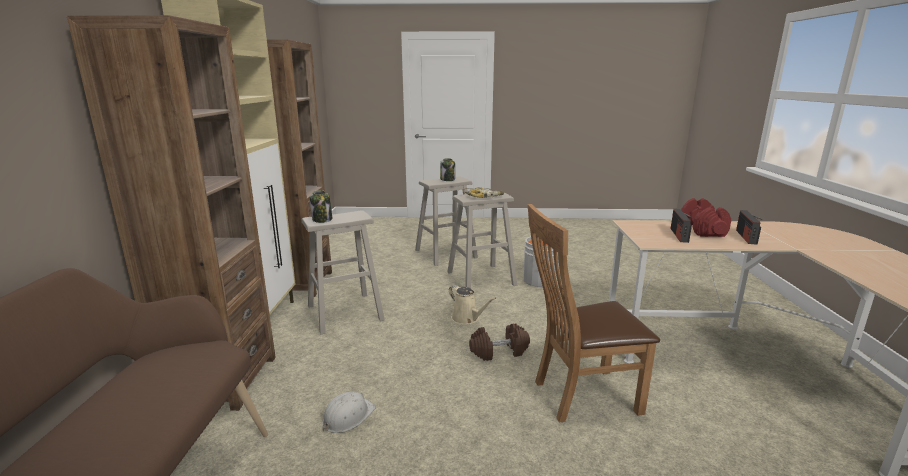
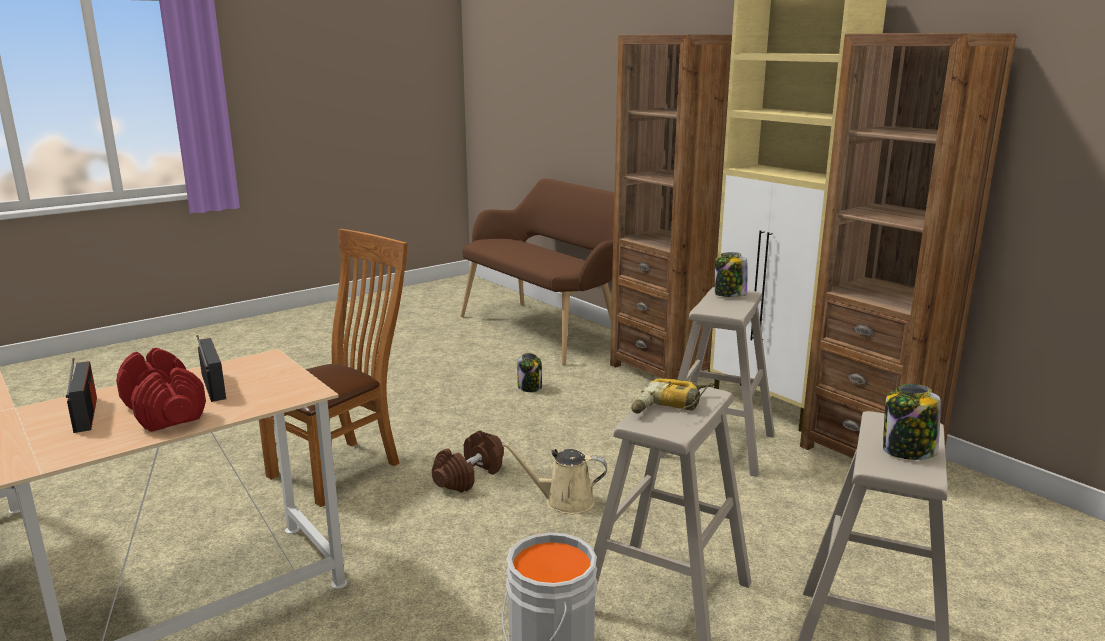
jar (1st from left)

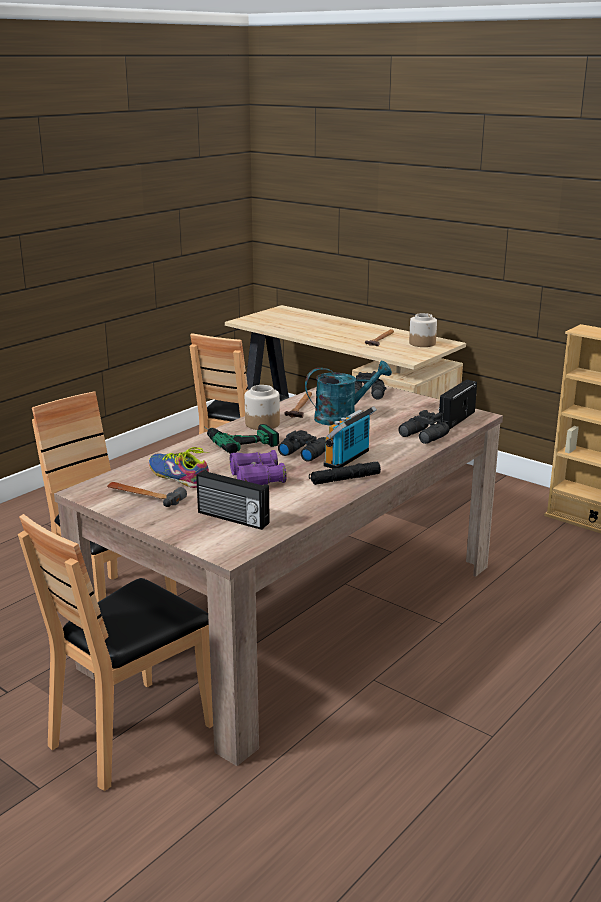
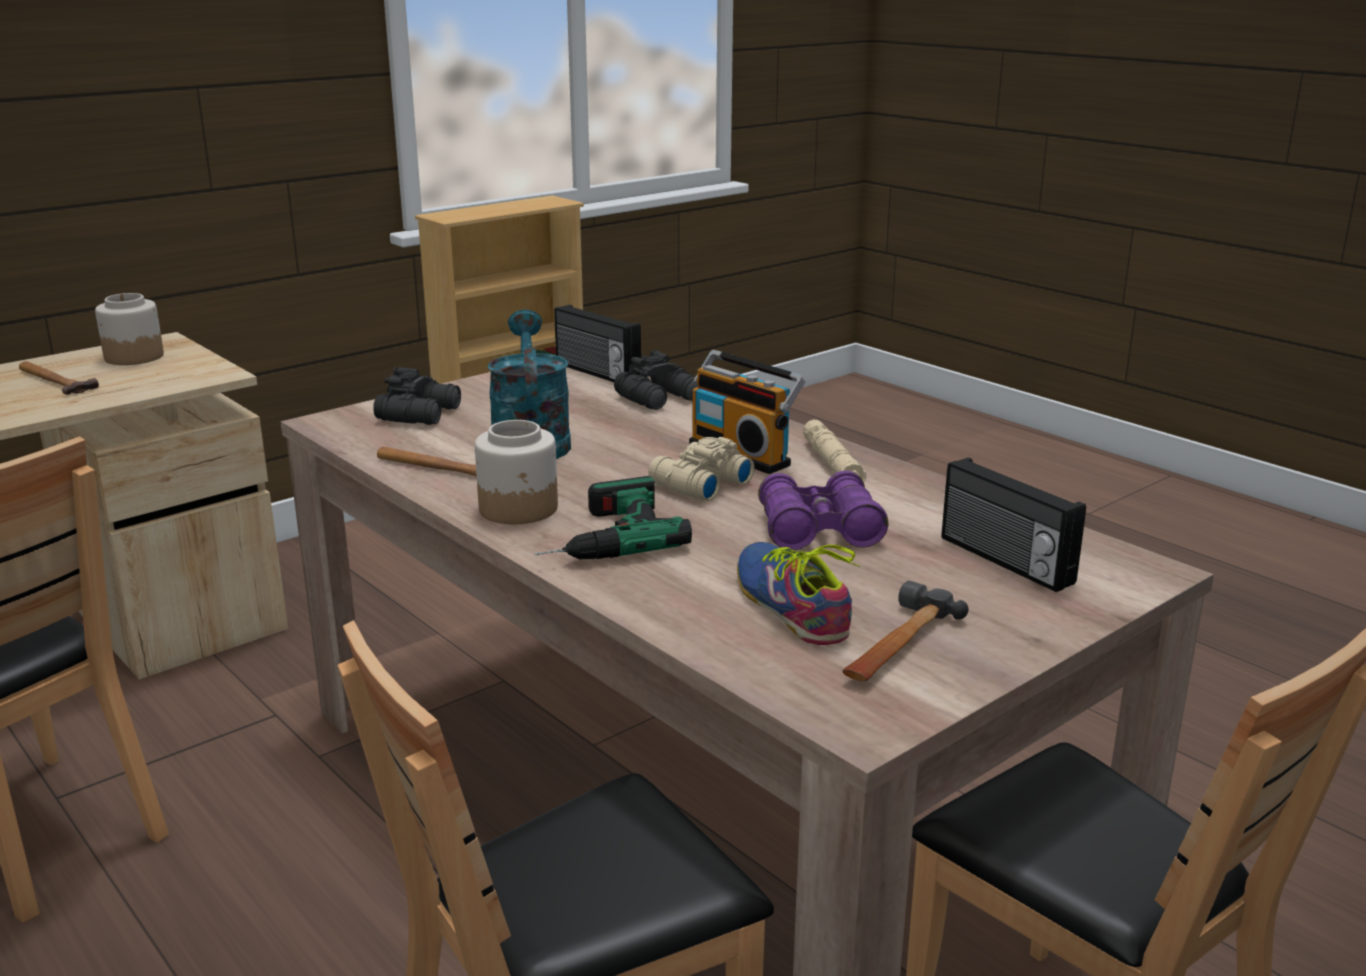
pair of binoculars in beige-coloured; torch in beige-coloured; shoe; radio set (3rd from left)

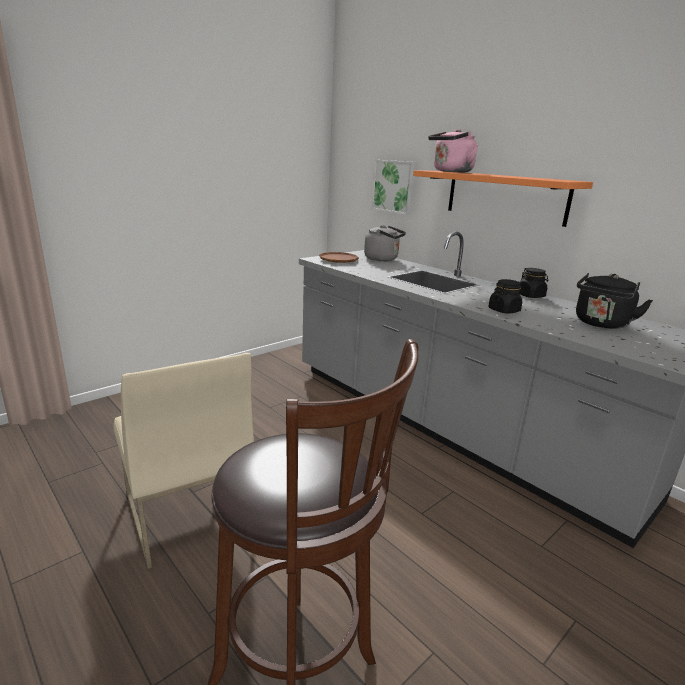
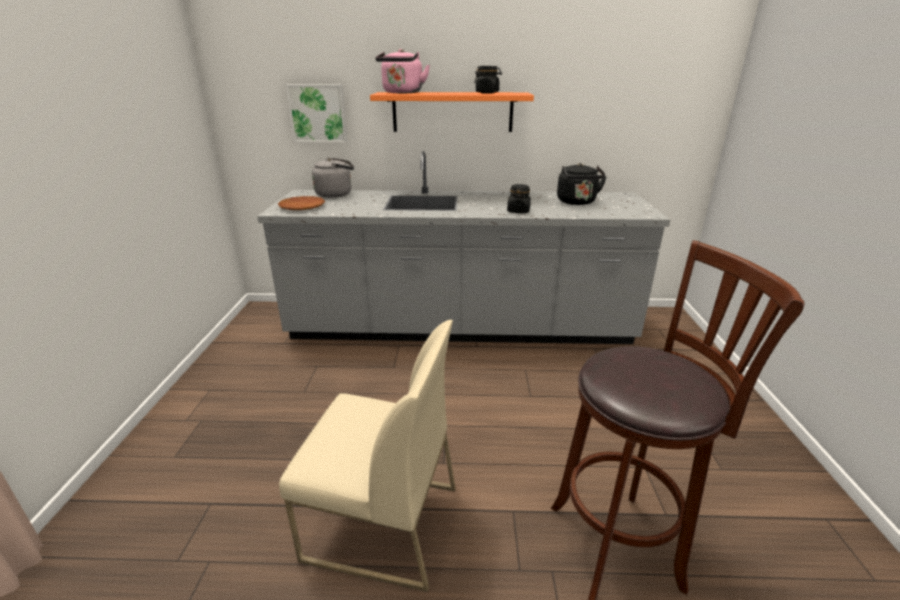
jar in black (1st from left)

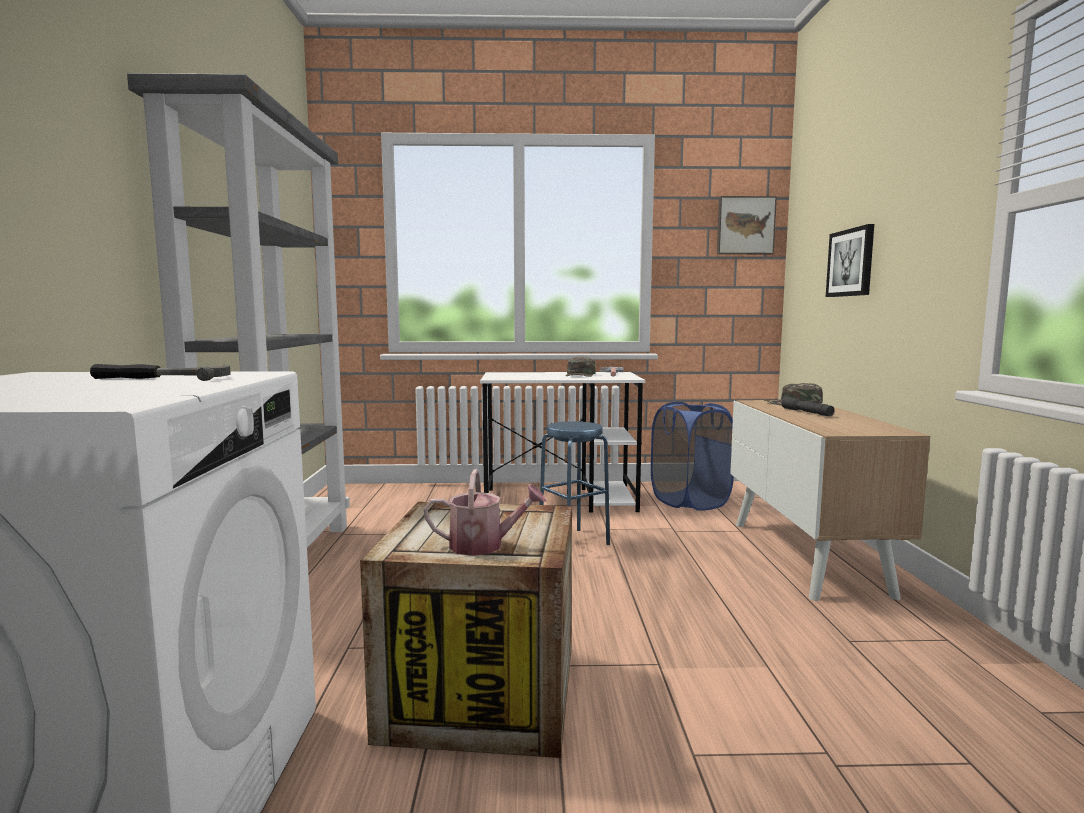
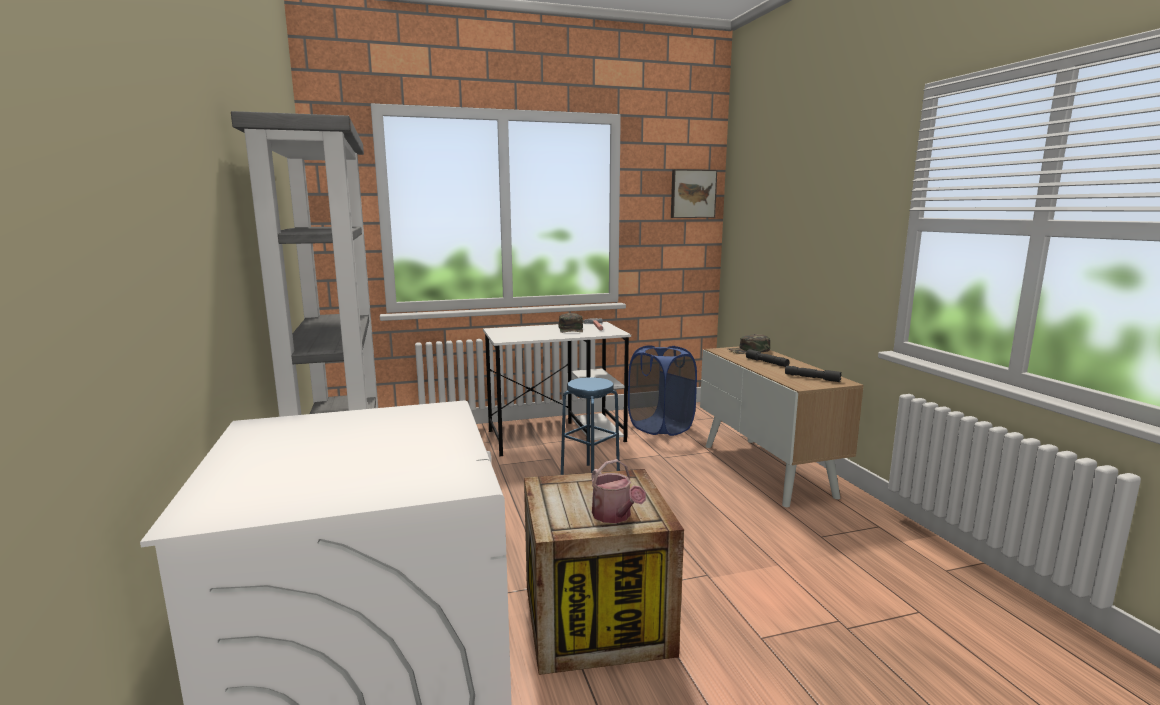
hammer (1st from left in the first image); picture (2nd from left in the first image); torch in grey (2nd from left); sprinkling can

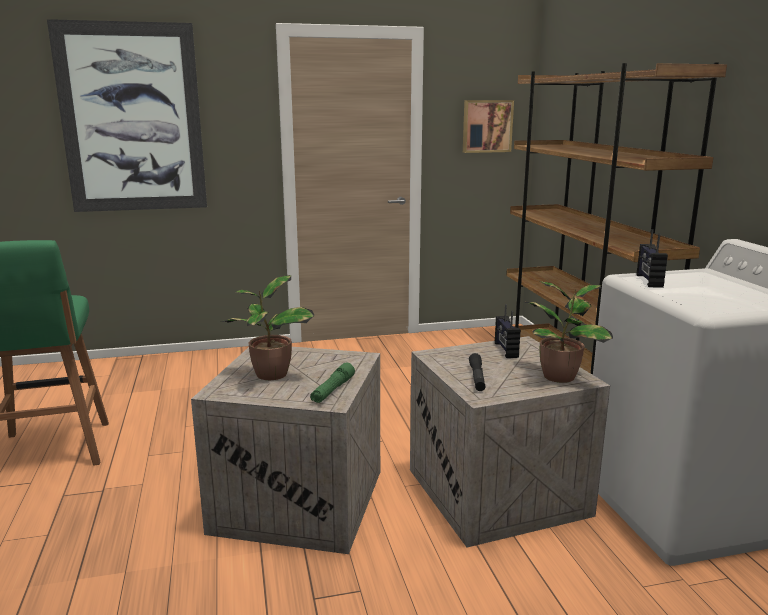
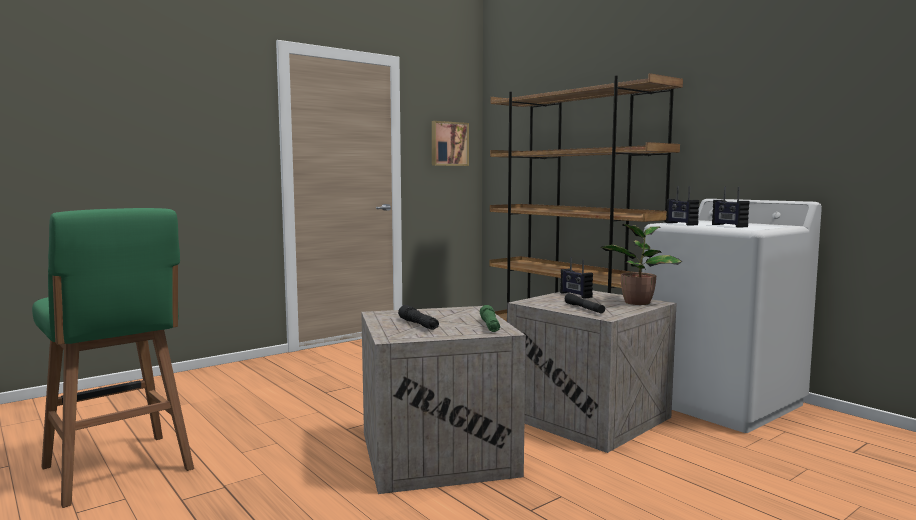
picture (1st from left in the first image); radio set (3rd from left); torch in black (1st from left)

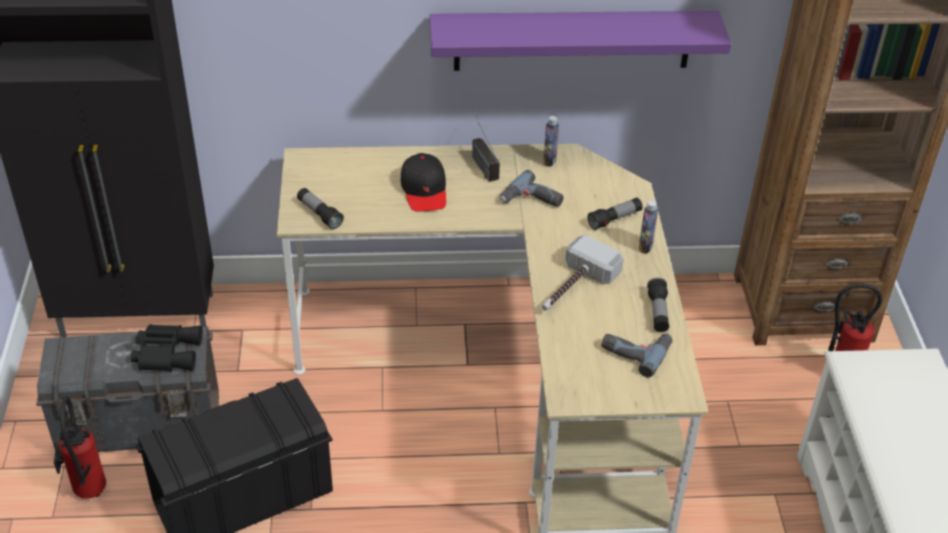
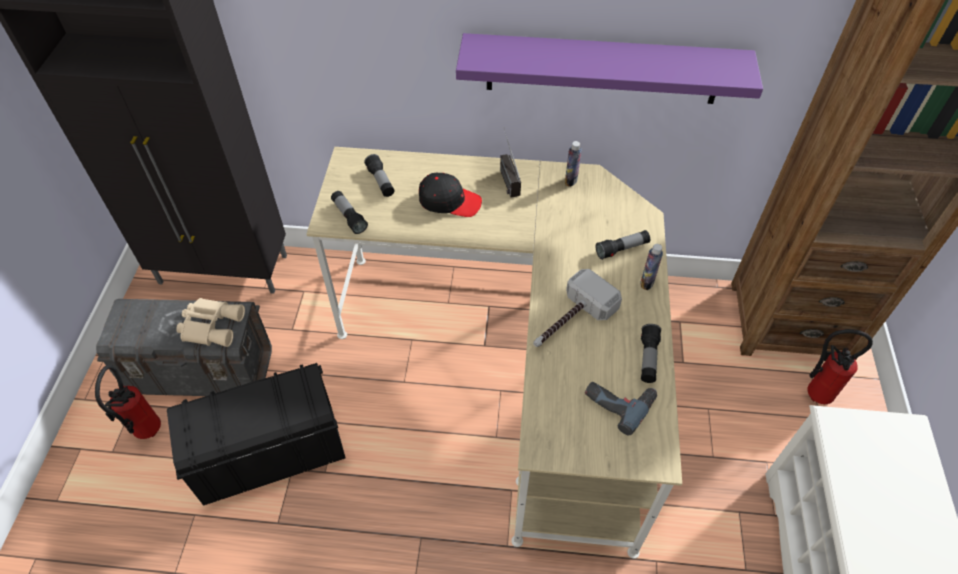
electric drill (1st from left in the first image); torch (2nd from left); pair of binoculars in beige-coloured; cap in black

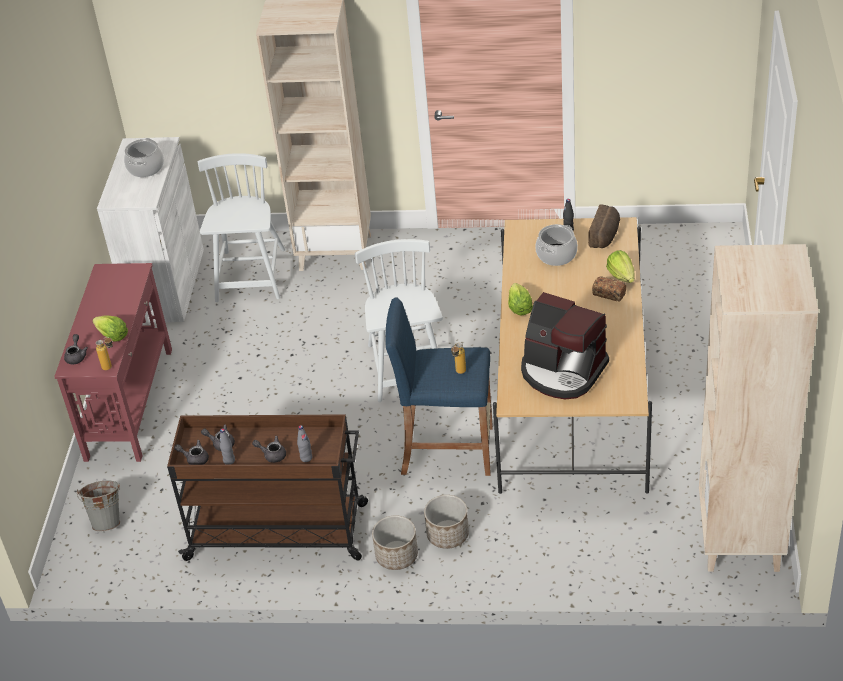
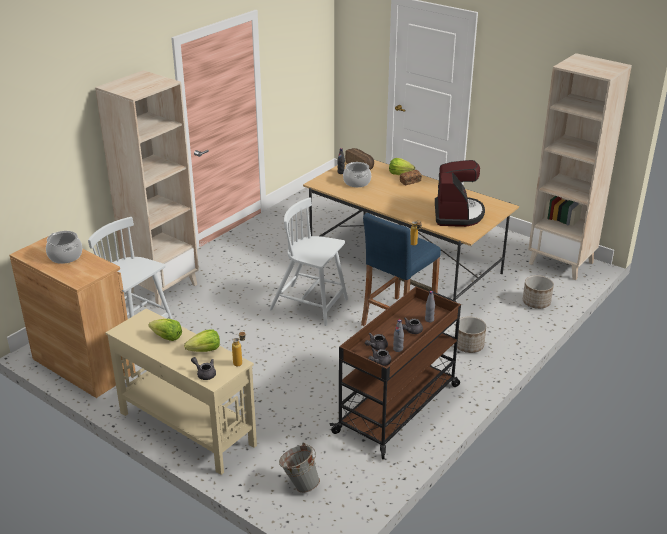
flower pot (2nd from left); lettuce head (1st from left); console table in beige-coloured; storage cabinet in brown; coffee machine

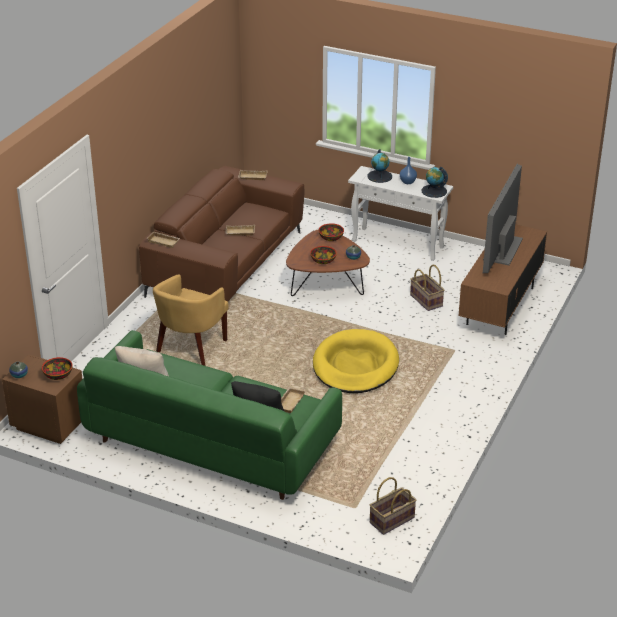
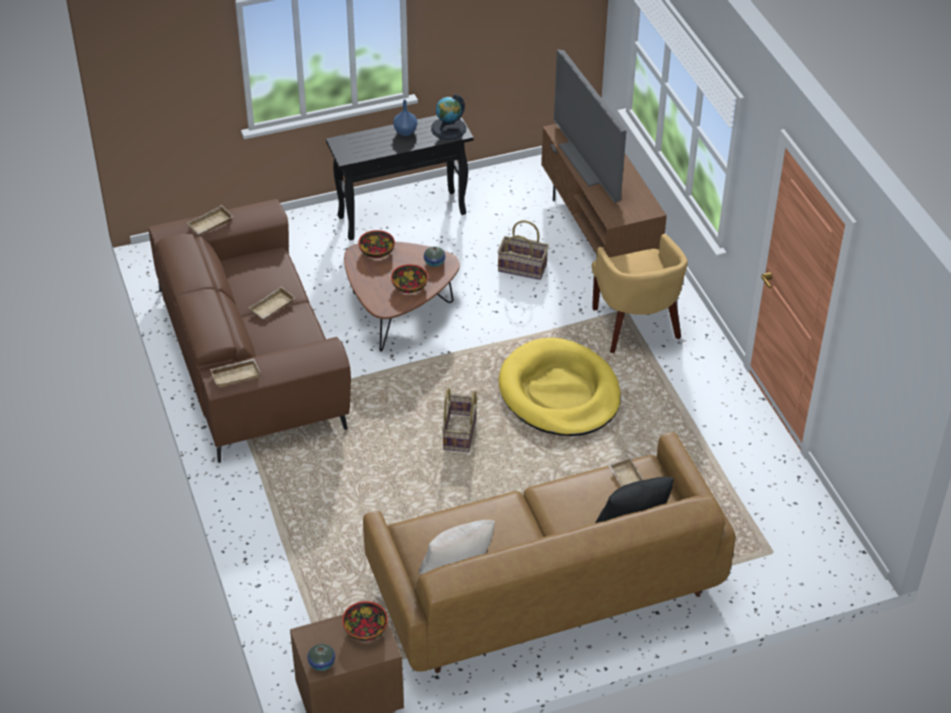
desk globe (1st from left in the first image); lounge chair in yellow-coloured; basket (1st from left); couch in brown (2nd from left); console table in black

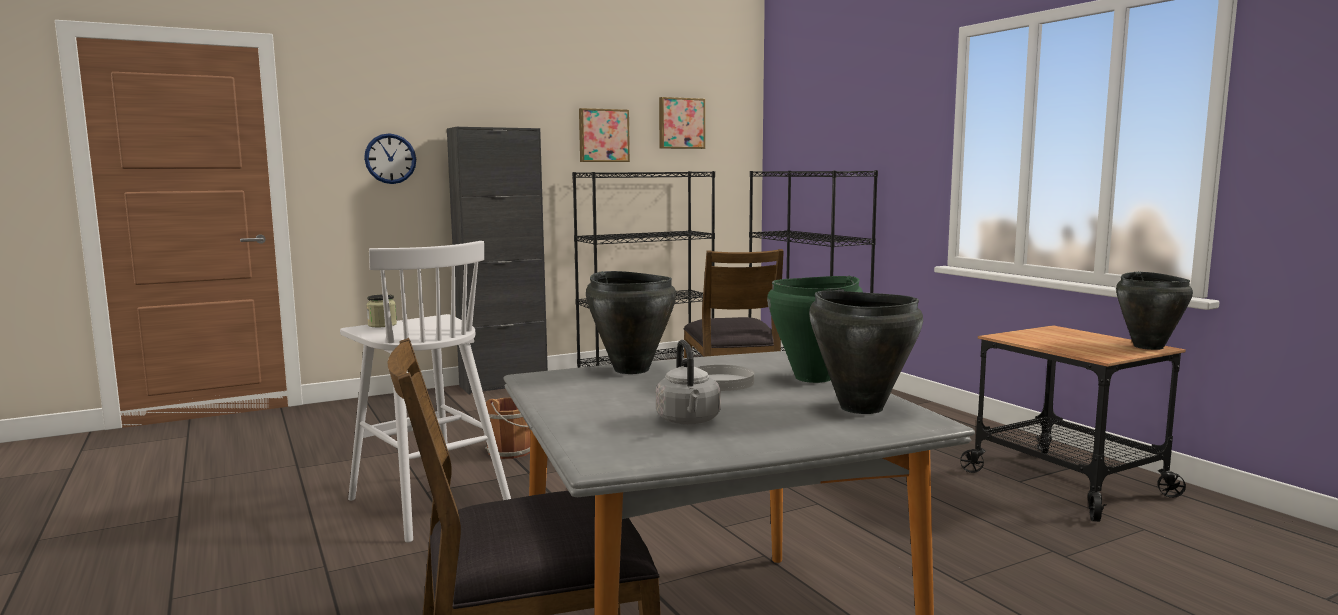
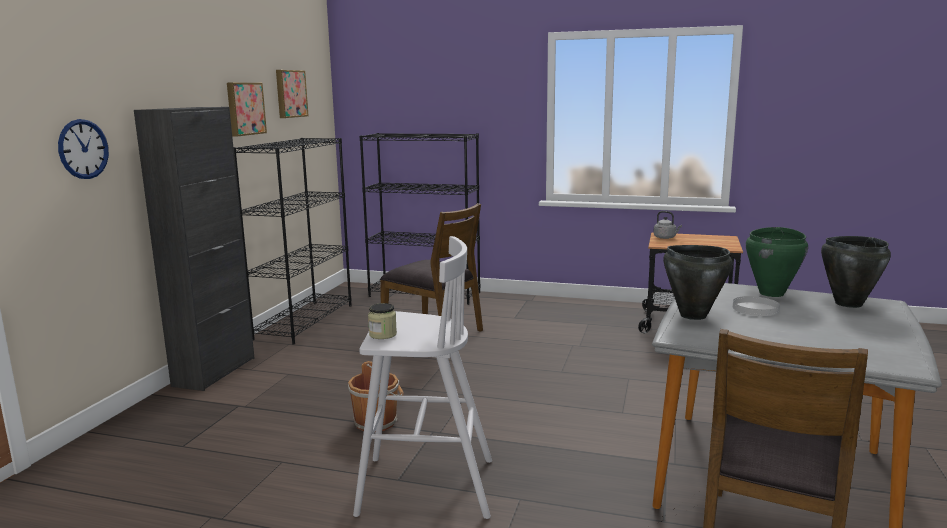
stockpot in black (3rd from left in the first image); water kettle in grey

